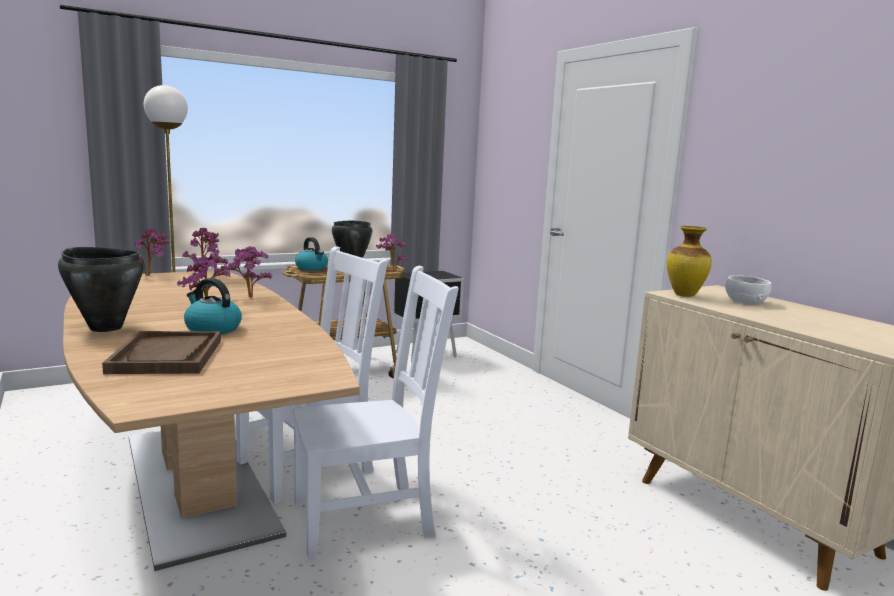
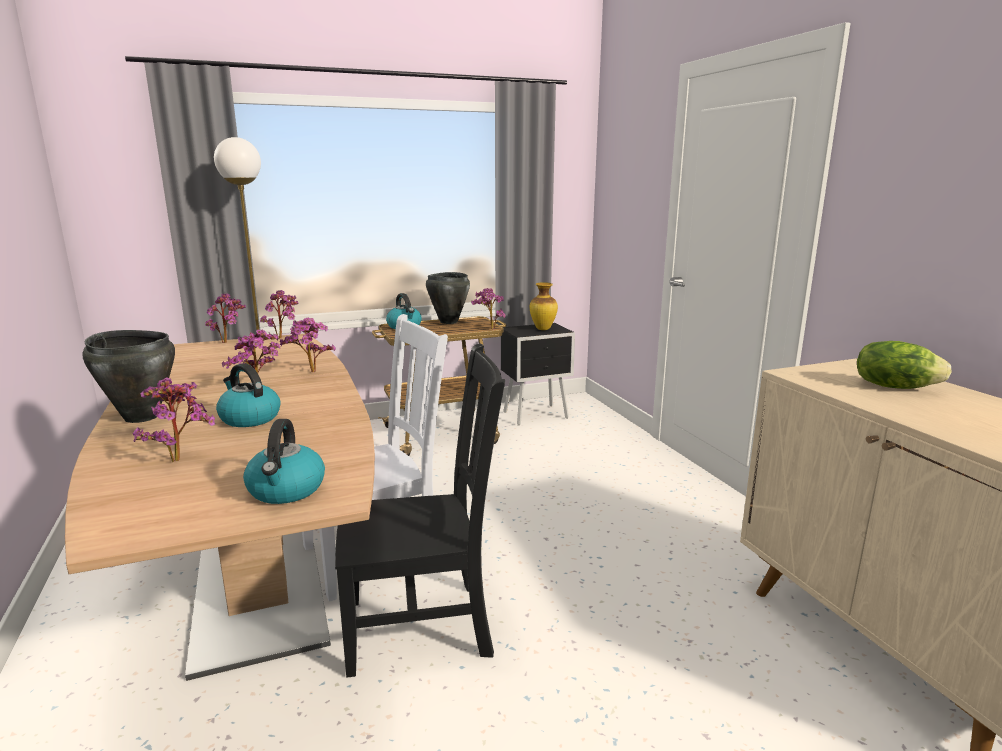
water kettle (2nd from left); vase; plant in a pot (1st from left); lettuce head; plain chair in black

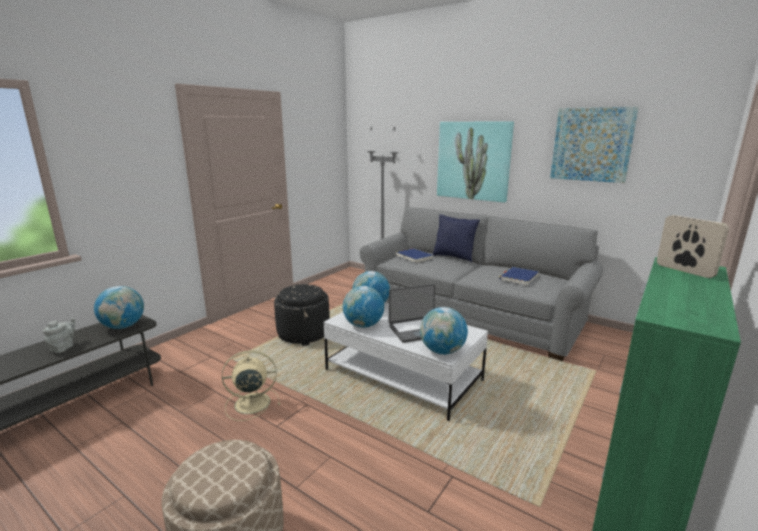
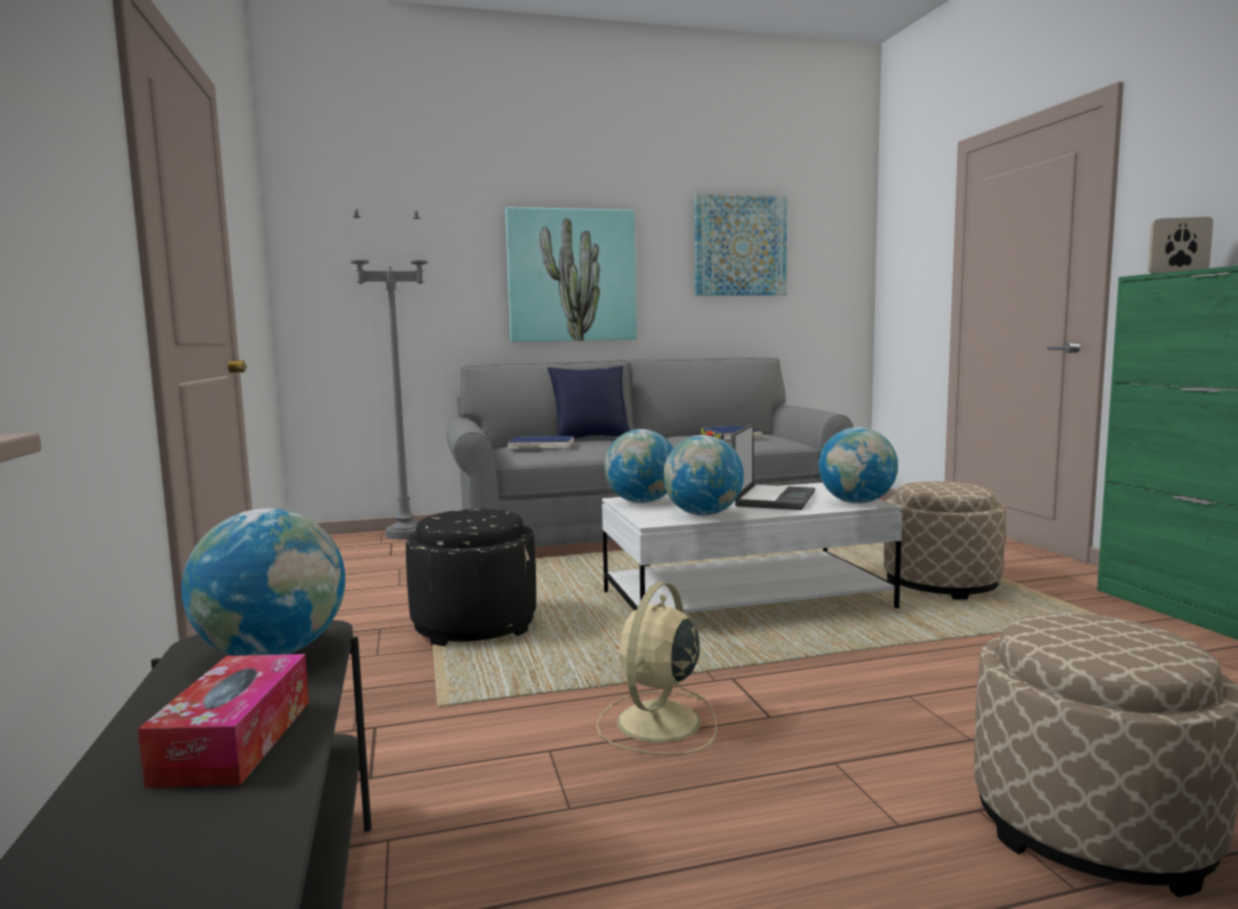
pouffe in beige-coloured (1st from left); box of tissues

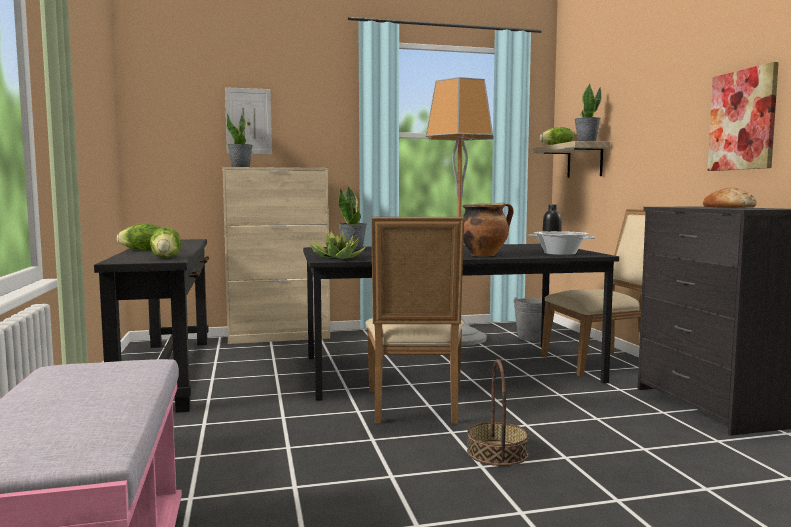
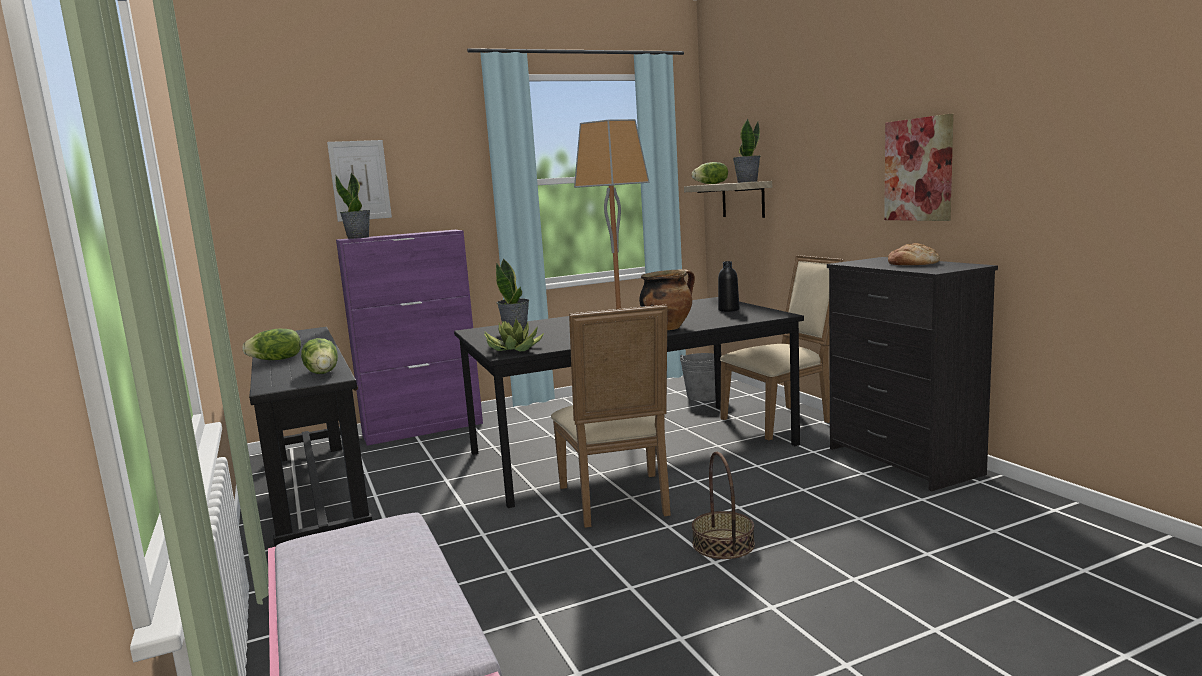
stockpot (2nd from left in the first image); storage cabinet in purple-coloured

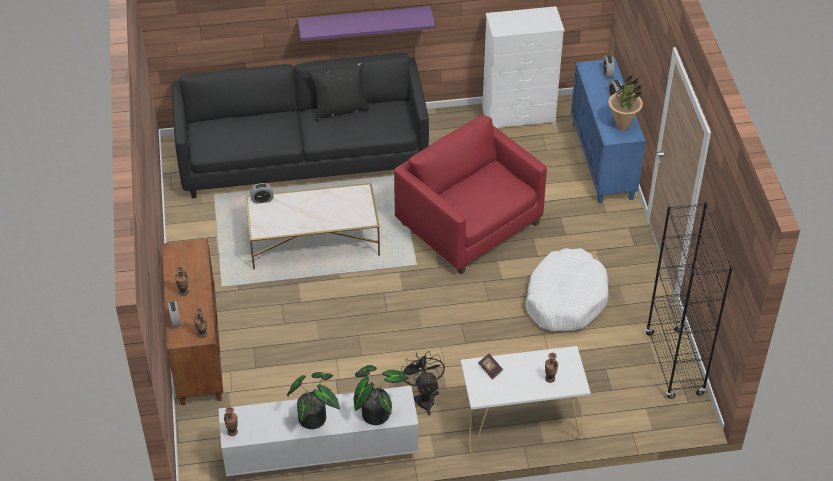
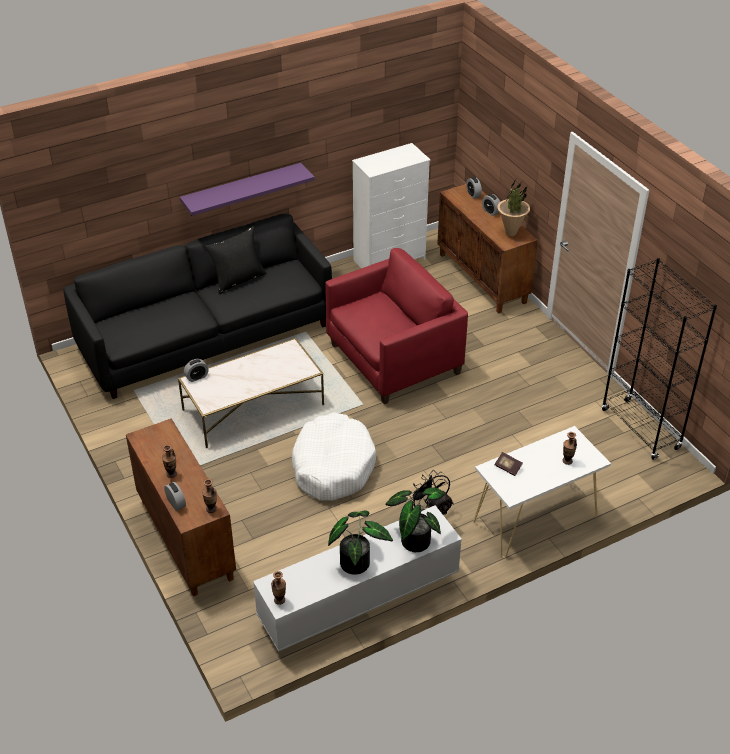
dog bed in white; storage cabinet in brown (2nd from left); lounge chair in red

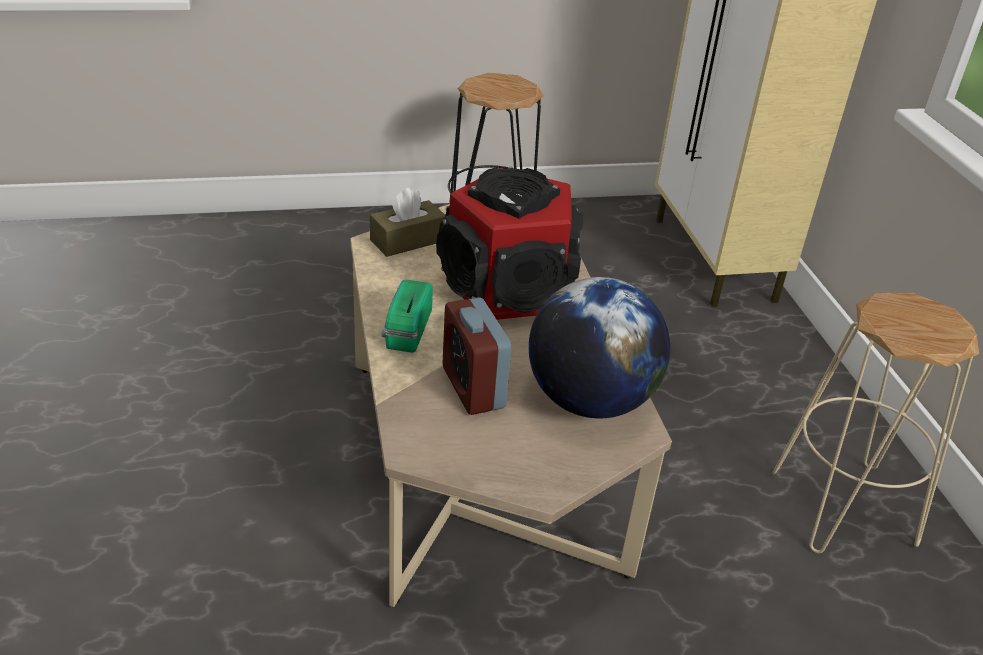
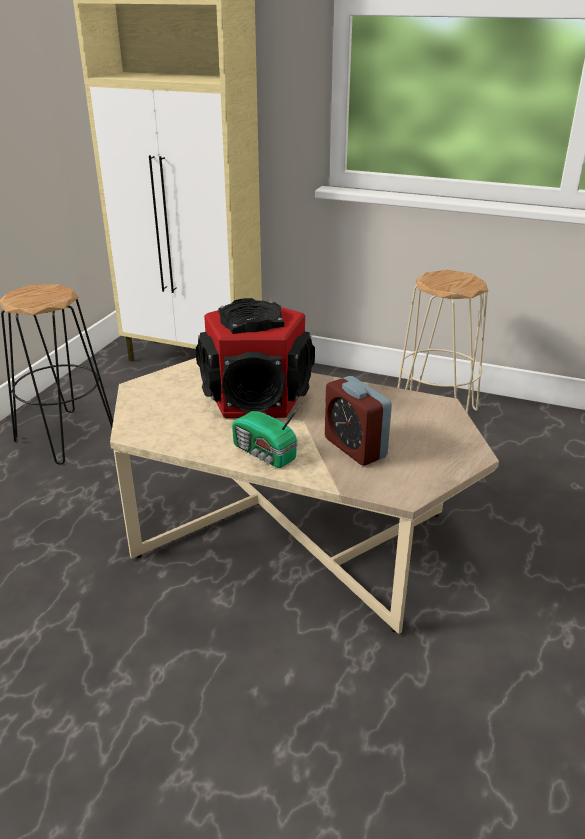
box of tissues in brown; desk globe; alarm clock

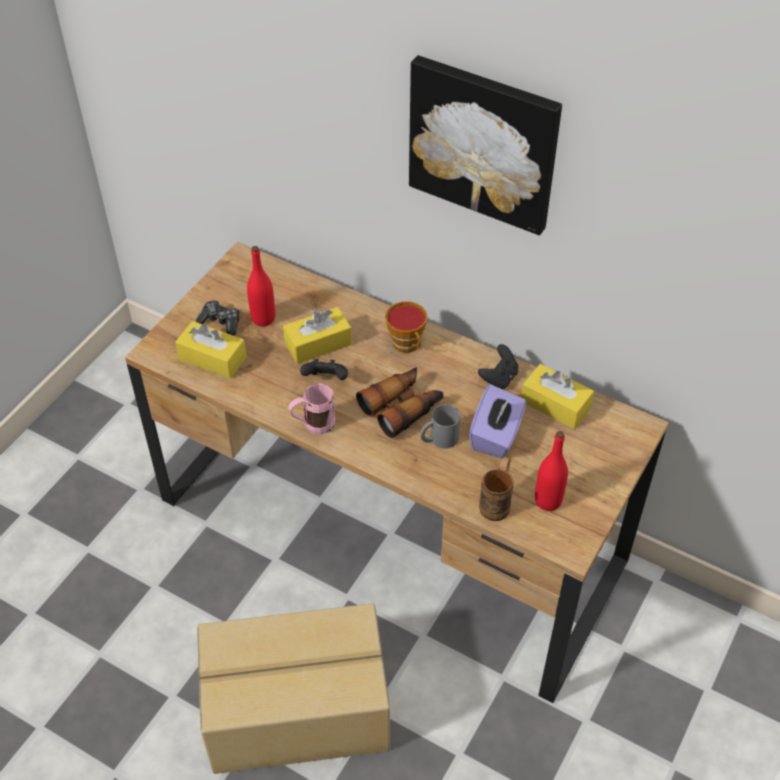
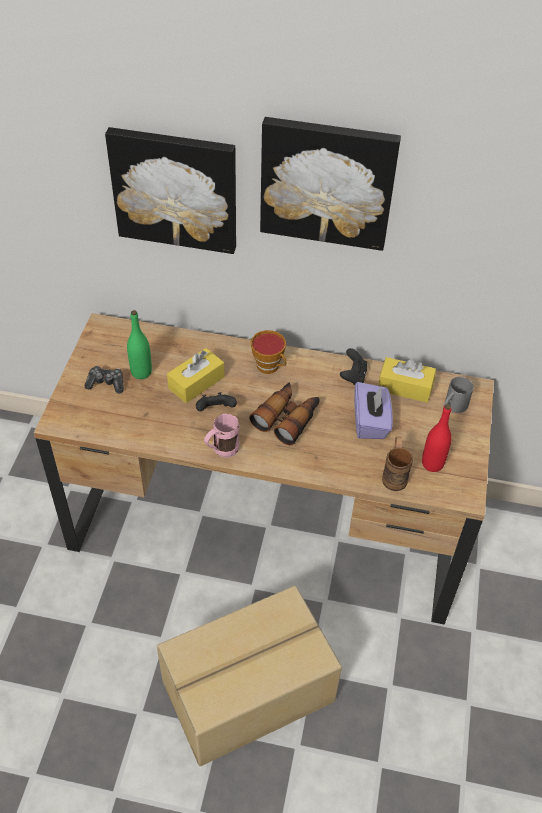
box of tissues in yellow-coloured (1st from left in the first image); picture (1st from left); tea mug in grey; beverage bottle in green

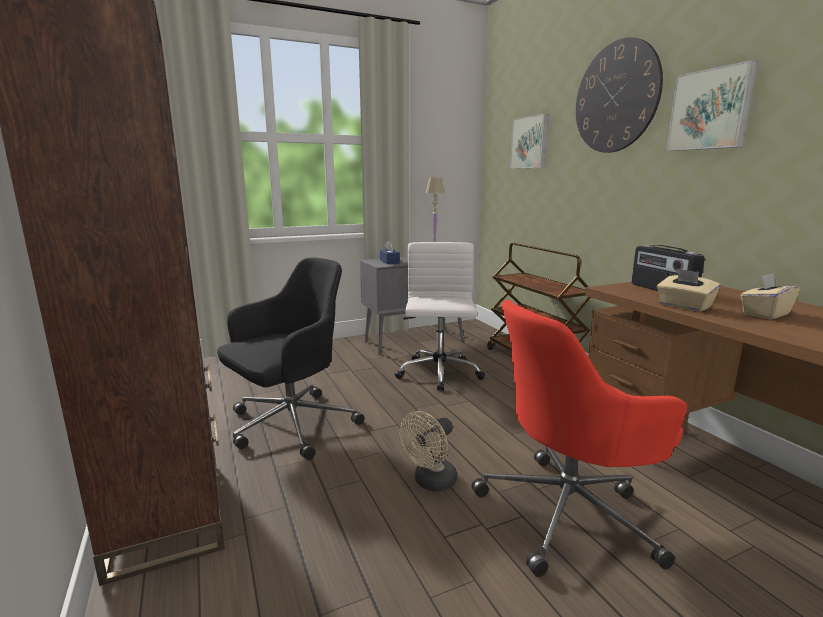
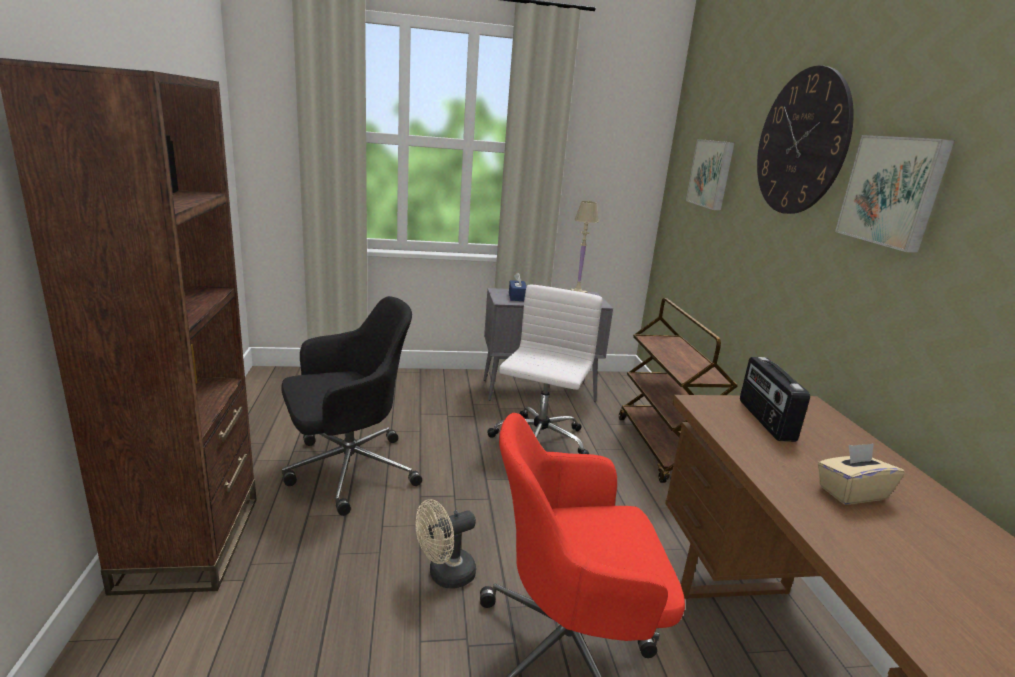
box of tissues in beige-coloured (1st from left in the first image)

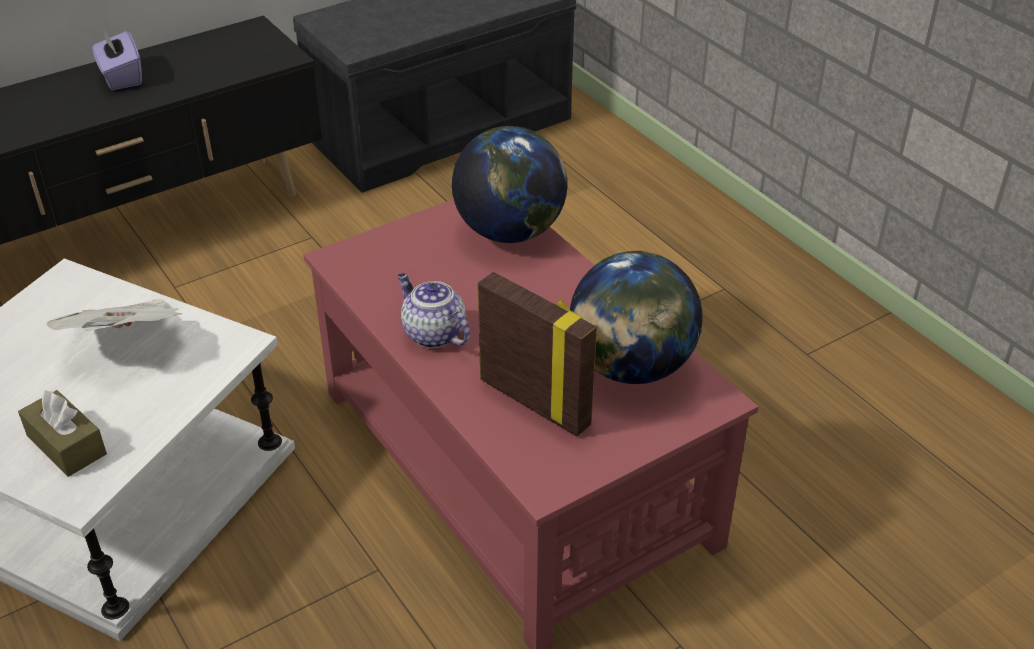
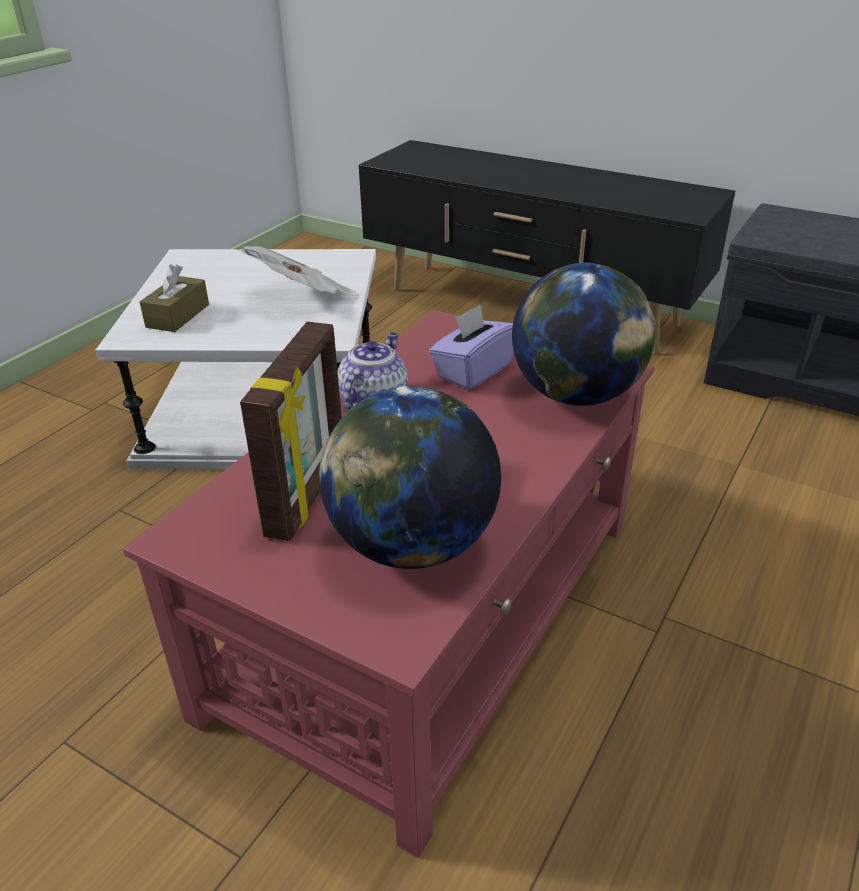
box of tissues in purple-coloured

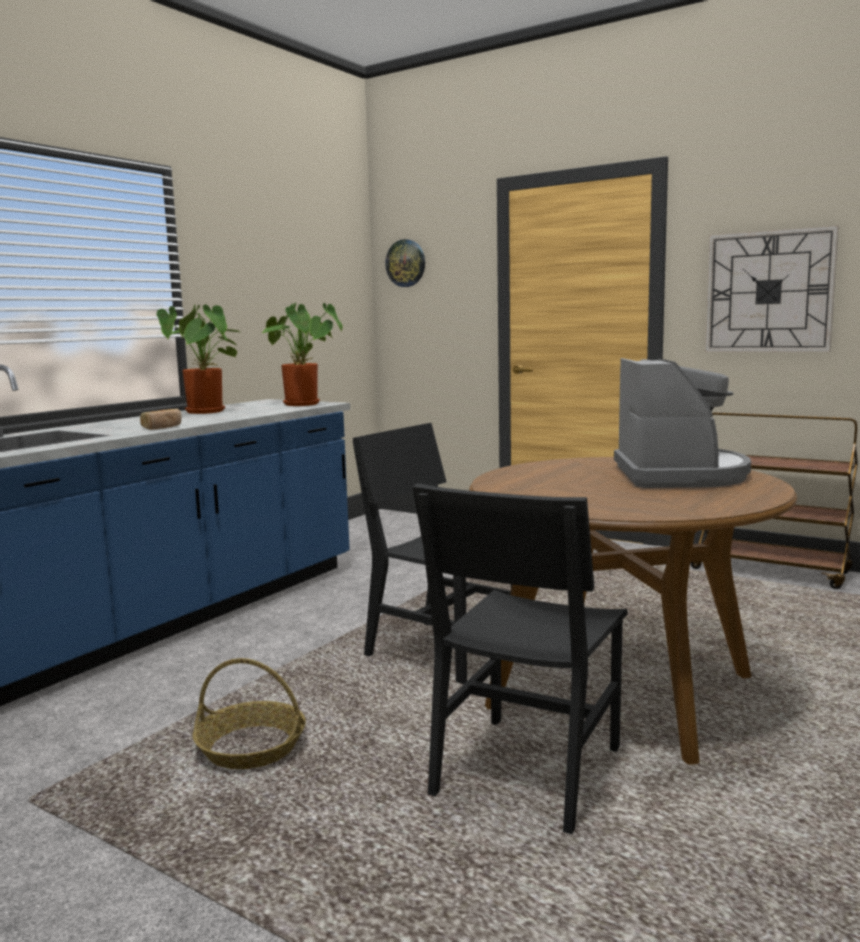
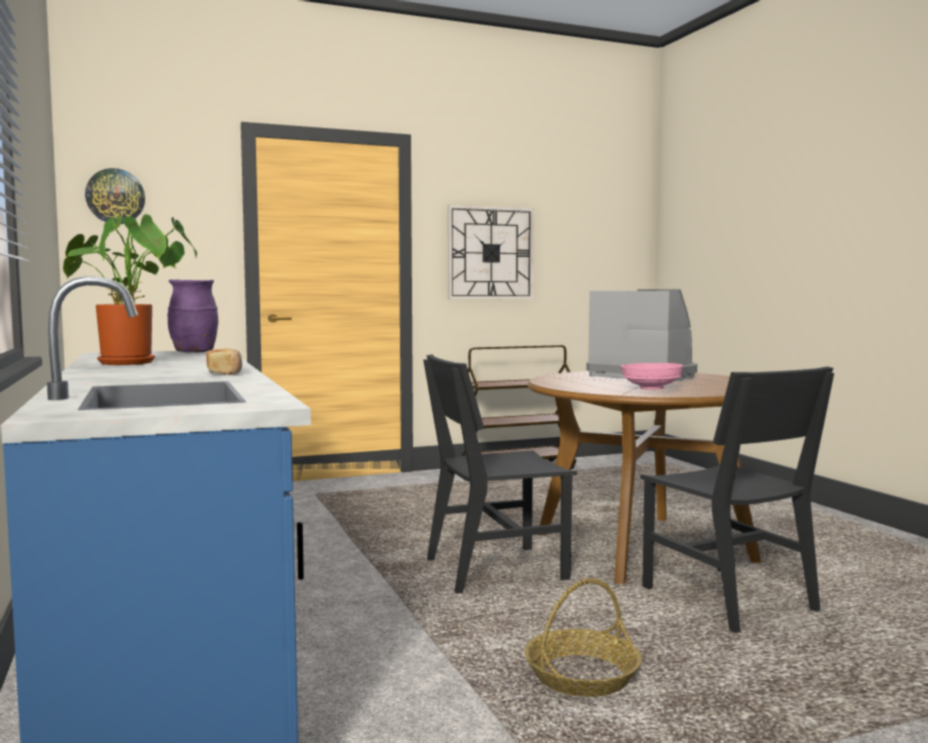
bowl in pink; vase in purple-coloured

